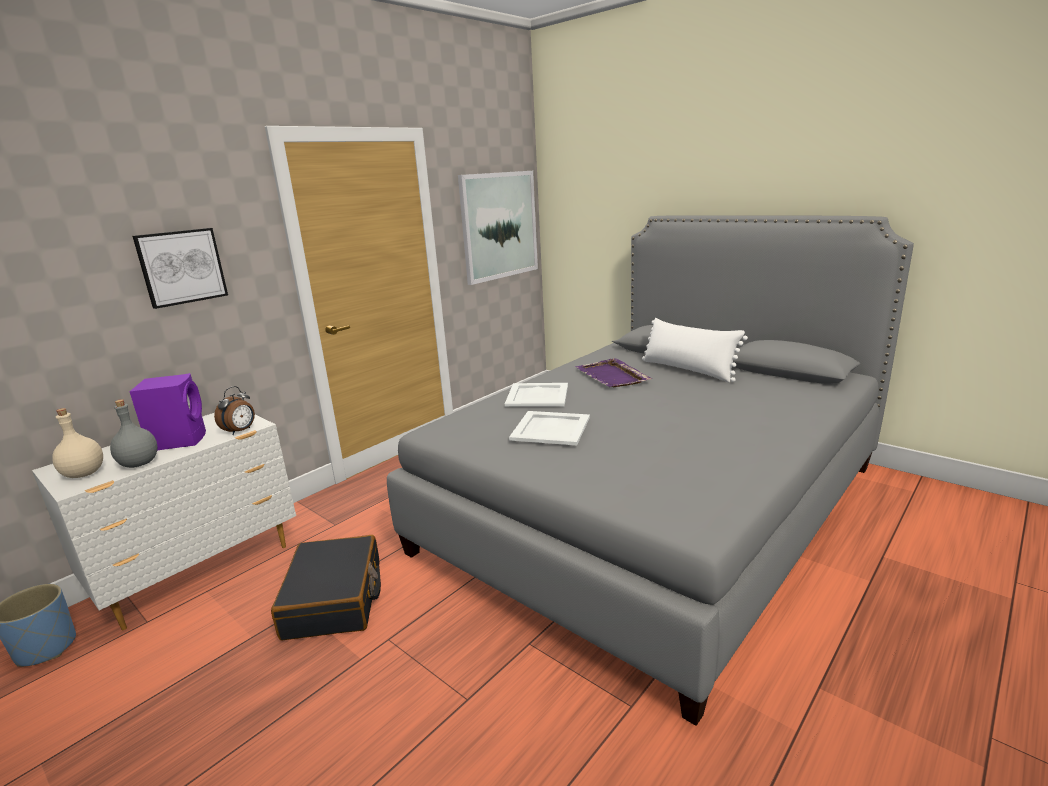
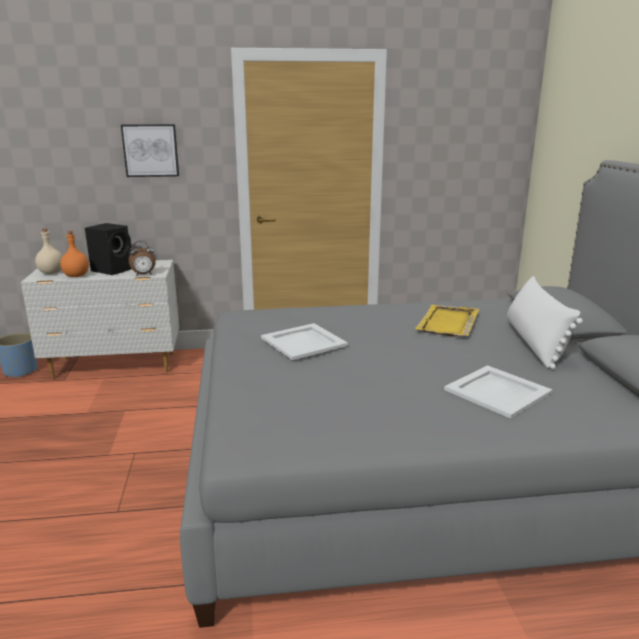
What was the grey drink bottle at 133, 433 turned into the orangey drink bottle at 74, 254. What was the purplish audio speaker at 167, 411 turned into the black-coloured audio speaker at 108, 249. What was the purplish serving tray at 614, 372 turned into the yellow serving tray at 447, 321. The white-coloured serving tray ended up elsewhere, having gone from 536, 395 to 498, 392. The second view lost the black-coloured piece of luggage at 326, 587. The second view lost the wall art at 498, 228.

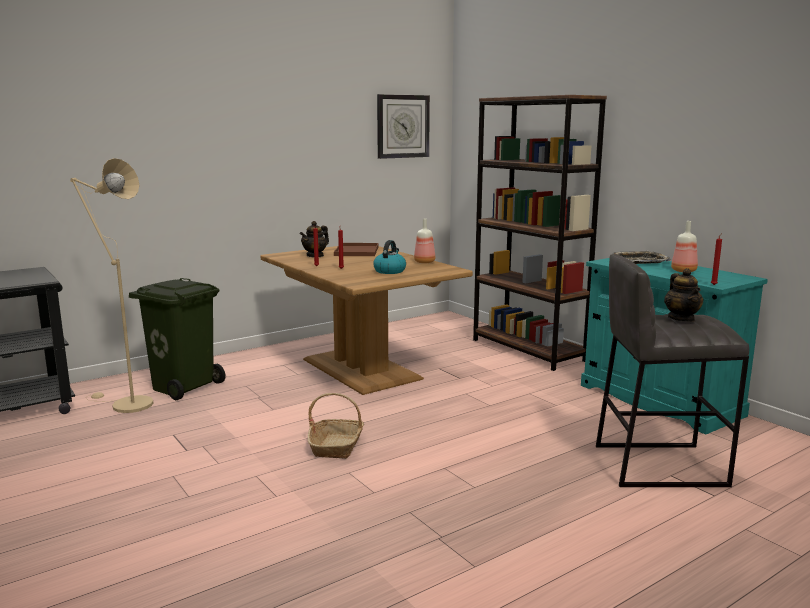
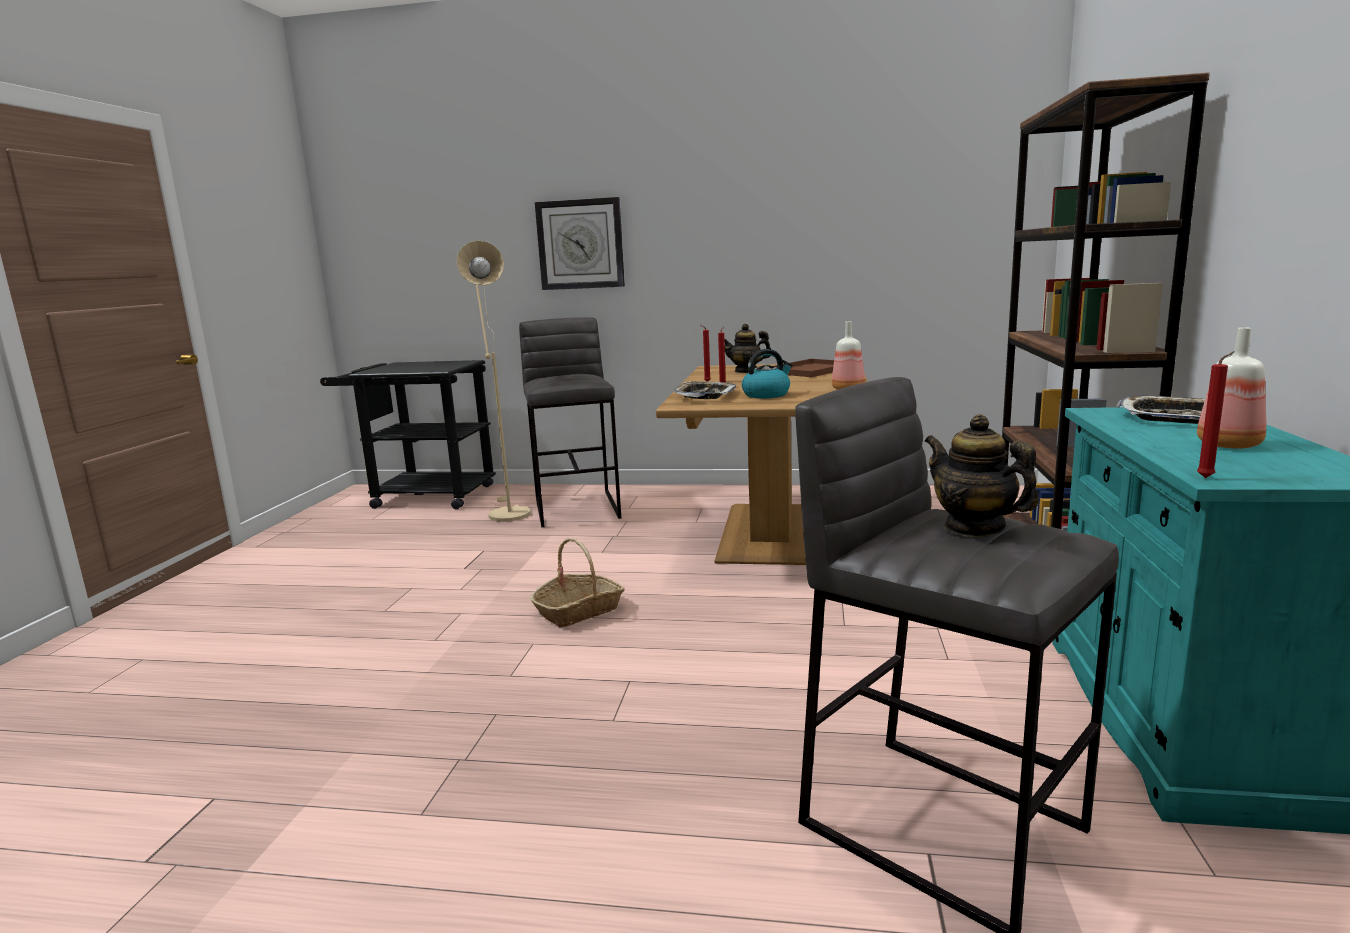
Where the greenish rubbish bin stood at 177, 339, the grey stool seat came to stand at 570, 422. The wall clock ended up elsewhere, having gone from 403, 126 to 580, 243. The second view gained the serving tray at 704, 390. The tea pot at 684, 295 ended up facing another way, 105 degrees clockwise from before.

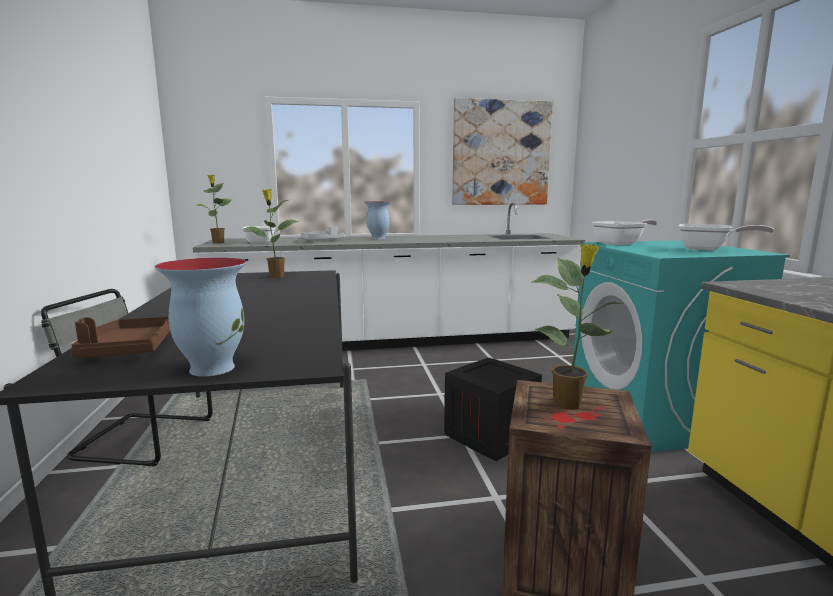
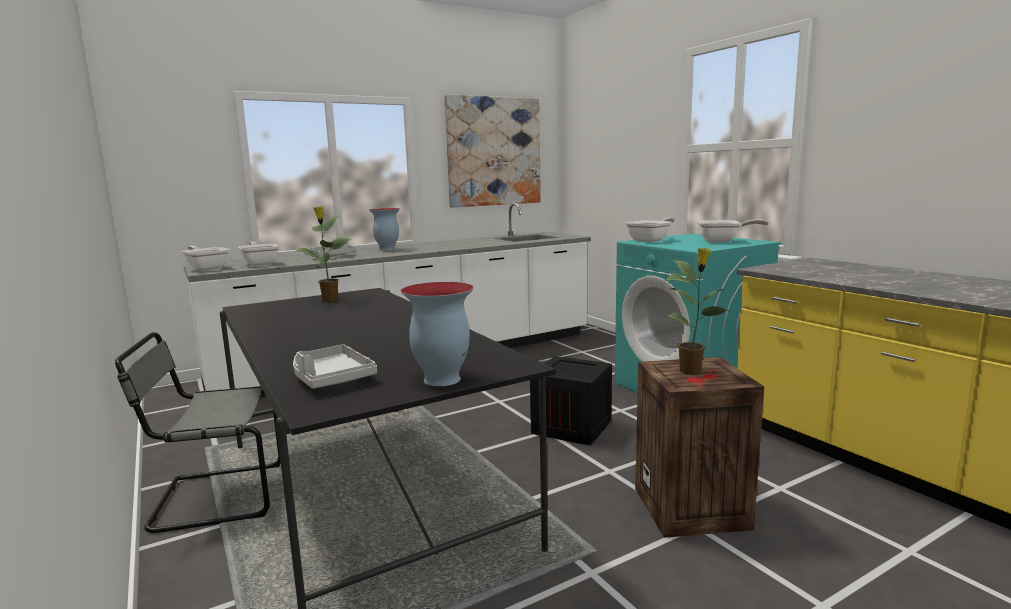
Where the houseplant stood at 213, 209, the skillet came to stand at 206, 258. What was the brown serving tray at 120, 337 turned into the grey serving tray at 335, 366.

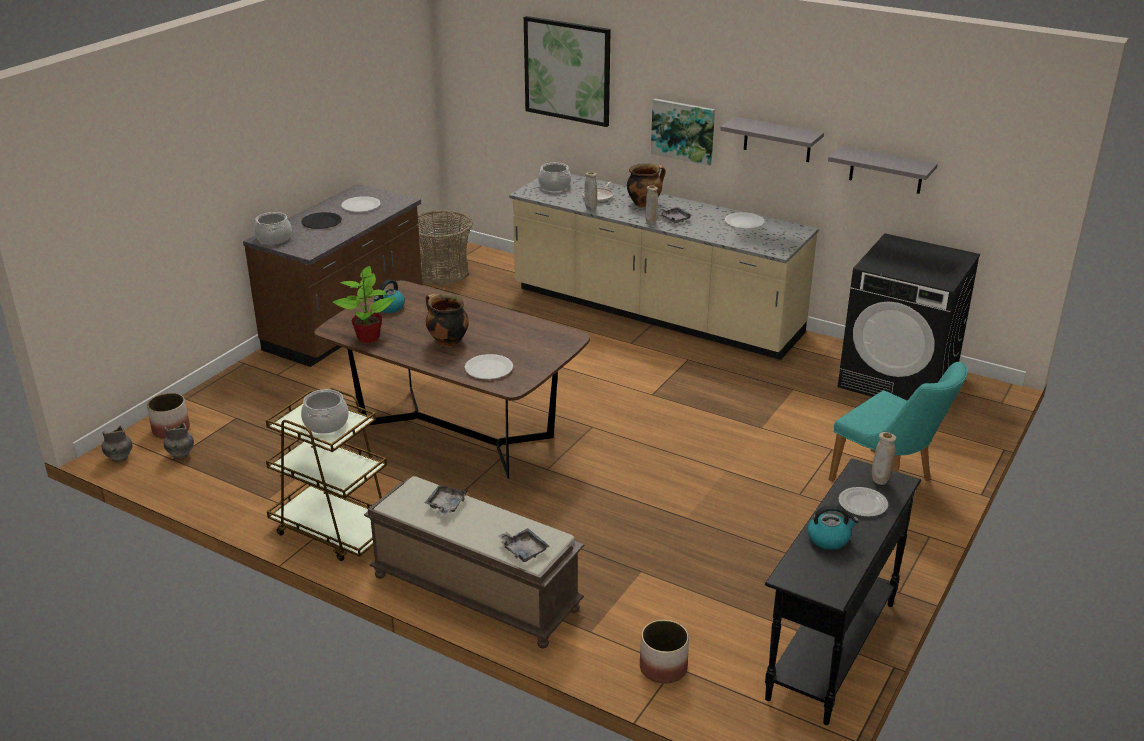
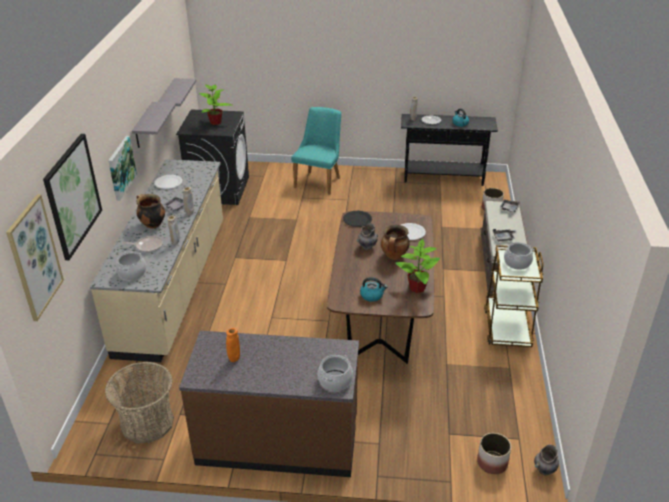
The second view gained the wall art at 35, 257. The second view gained the houseplant at 216, 105. Where the white-coloured plate stood at 361, 204, the orangey decorative vase came to stand at 233, 345. The black-coloured plate ended up elsewhere, having gone from 321, 220 to 357, 219. The grey decorative vase ended up elsewhere, having gone from 179, 440 to 367, 236.

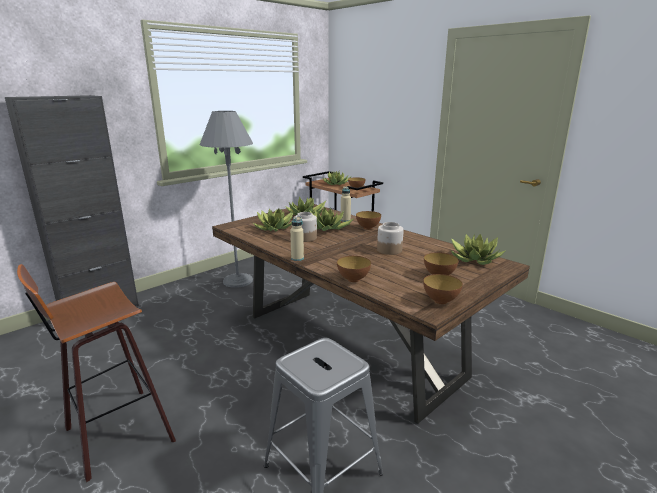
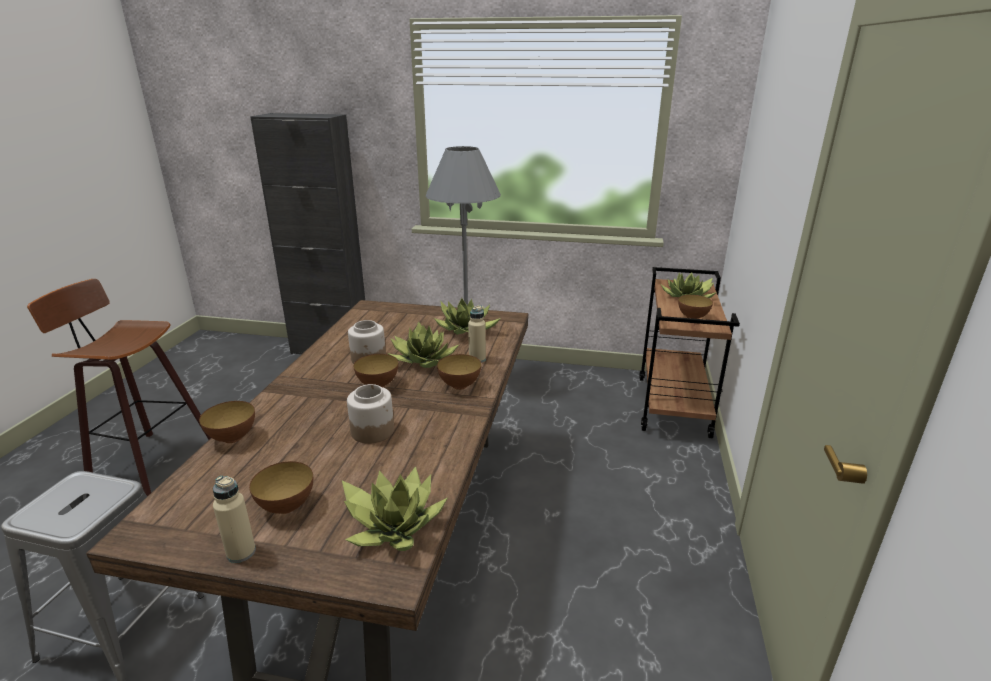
The sand-coloured drink bottle ended up elsewhere, having gone from 297, 239 to 234, 519. The bowl ended up elsewhere, having gone from 443, 289 to 375, 371. The second view lost the houseplant at 273, 219.

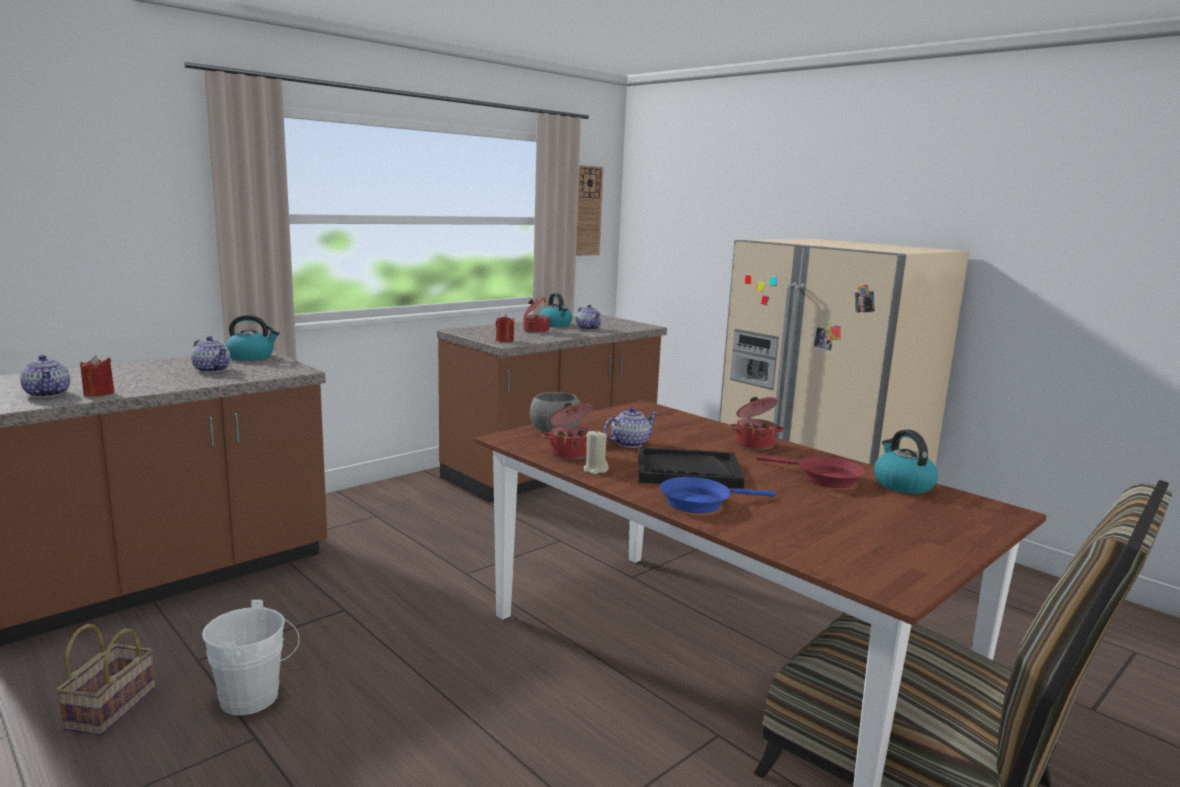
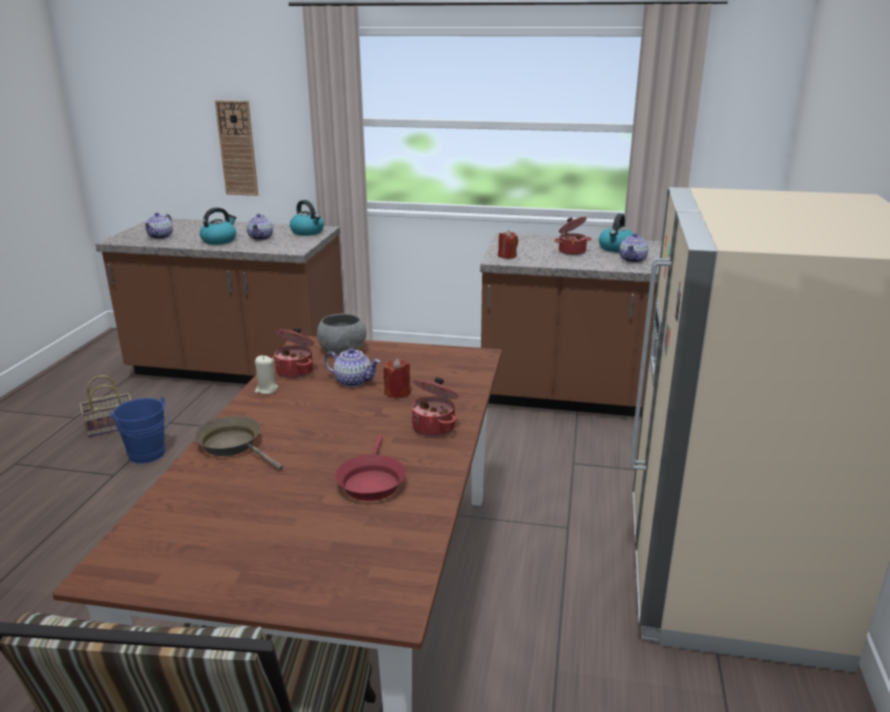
What was the white-coloured pail at 250, 657 turned into the blue pail at 140, 430. What was the blue skillet at 717, 495 turned into the brown skillet at 238, 443. The tea kettle ended up elsewhere, having gone from 906, 462 to 218, 226. The wall clock ended up elsewhere, having gone from 589, 210 to 237, 148. The red-coloured wax candle ended up elsewhere, having gone from 97, 375 to 397, 378. The second view lost the black-coloured serving tray at 691, 468.

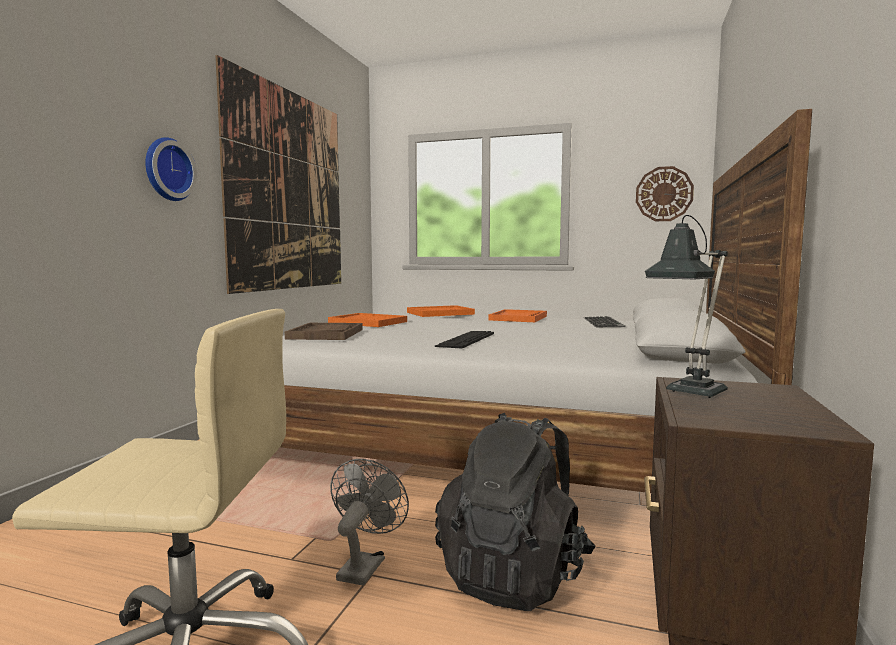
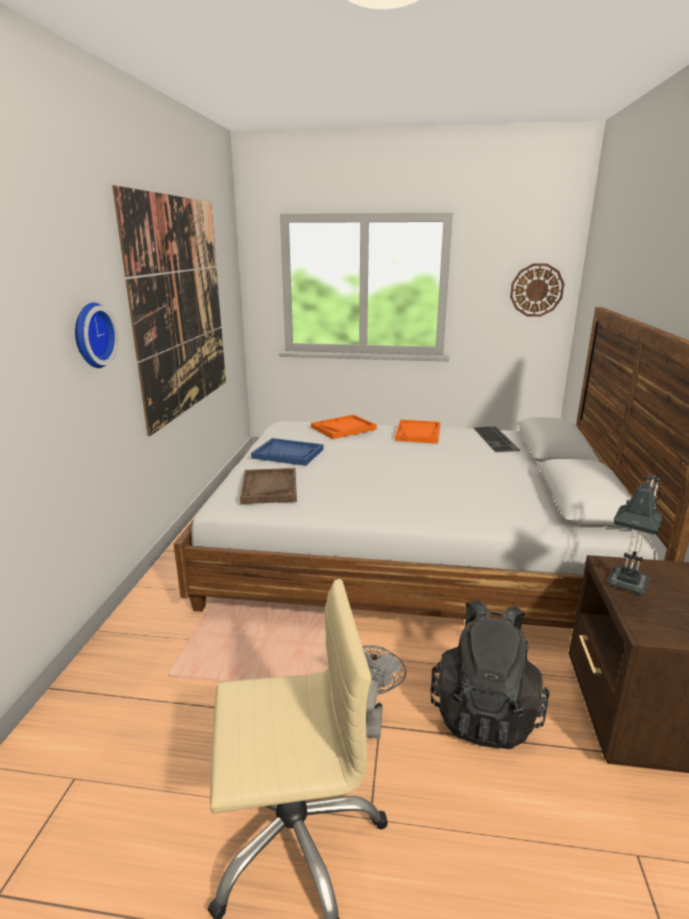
What was the orangey serving tray at 367, 320 turned into the blue serving tray at 287, 452. The second view lost the computer keyboard at 464, 340.

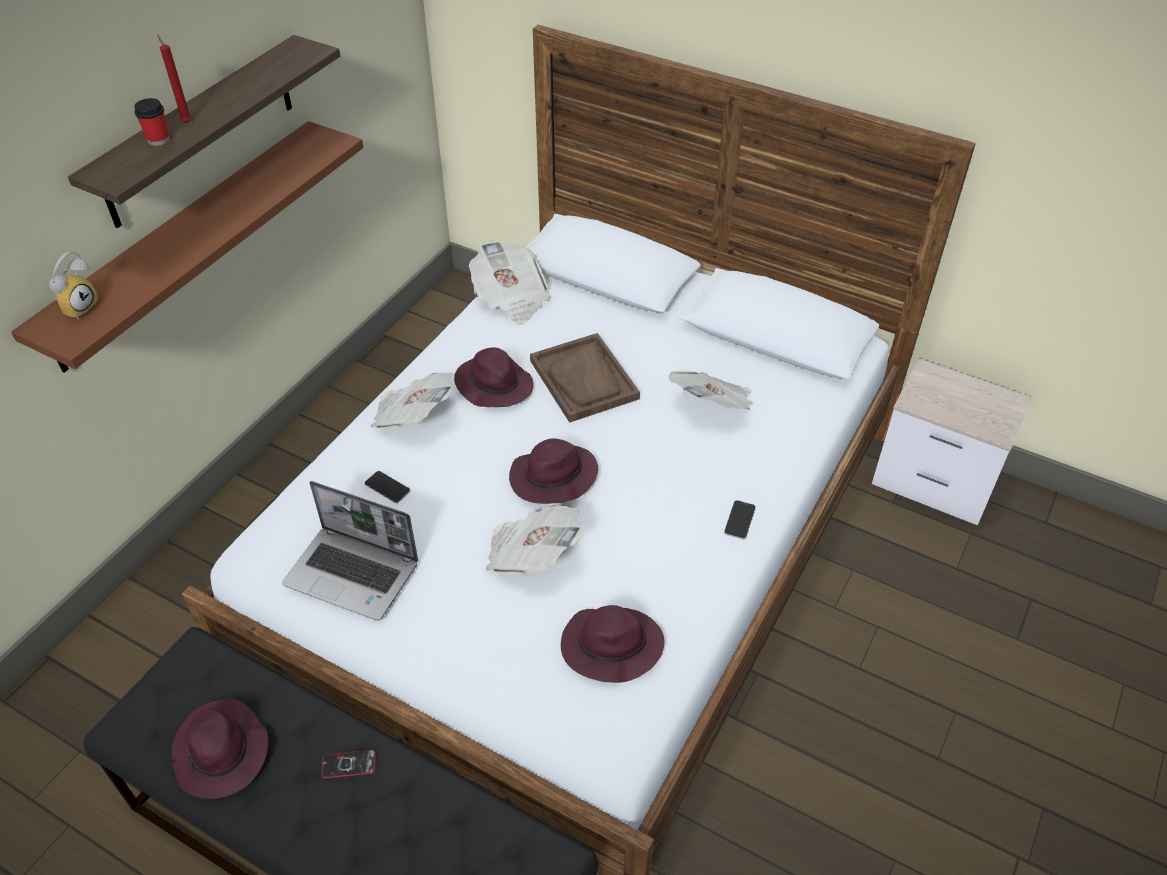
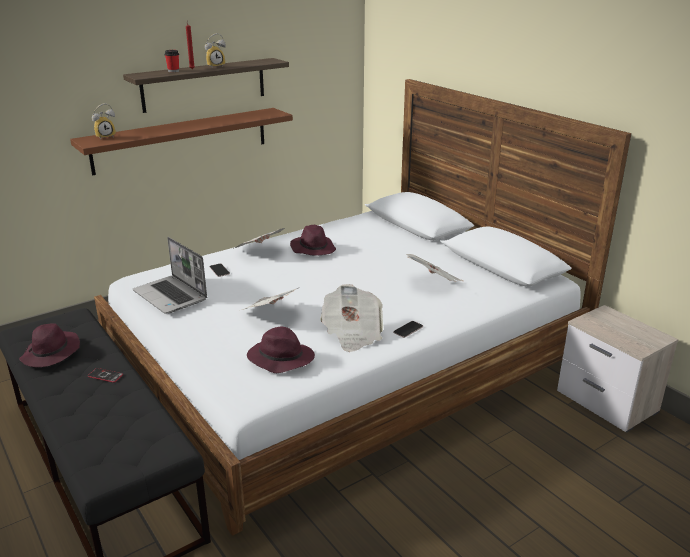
The second view gained the bedside clock at 215, 50. The daily paper ended up elsewhere, having gone from 510, 282 to 351, 318. The second view lost the purplish hat at 553, 471. The second view lost the brown serving tray at 585, 378.

